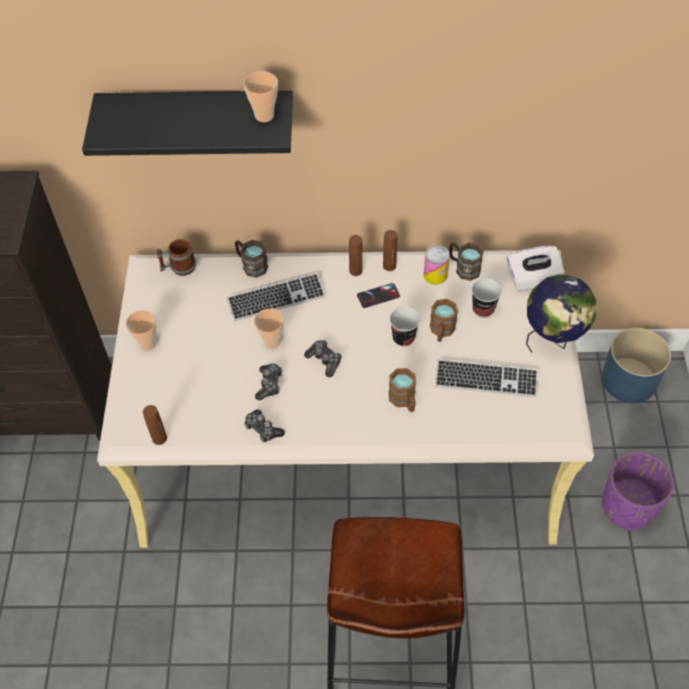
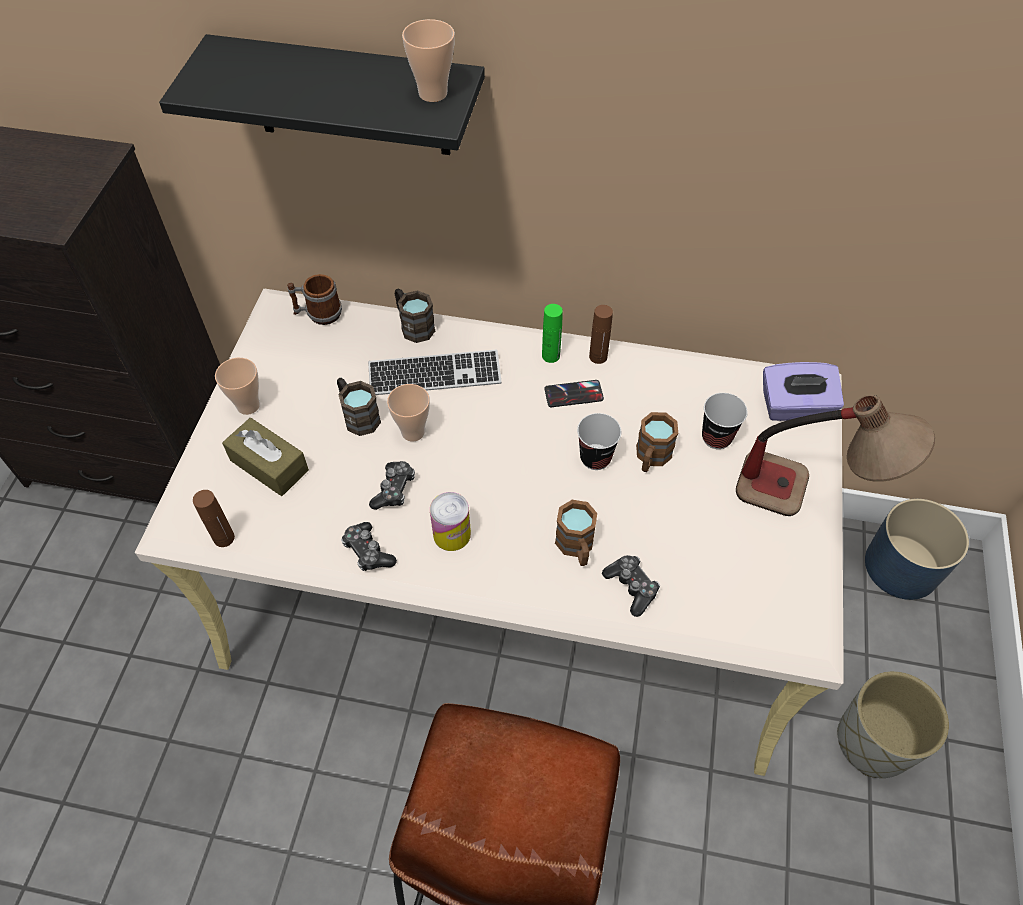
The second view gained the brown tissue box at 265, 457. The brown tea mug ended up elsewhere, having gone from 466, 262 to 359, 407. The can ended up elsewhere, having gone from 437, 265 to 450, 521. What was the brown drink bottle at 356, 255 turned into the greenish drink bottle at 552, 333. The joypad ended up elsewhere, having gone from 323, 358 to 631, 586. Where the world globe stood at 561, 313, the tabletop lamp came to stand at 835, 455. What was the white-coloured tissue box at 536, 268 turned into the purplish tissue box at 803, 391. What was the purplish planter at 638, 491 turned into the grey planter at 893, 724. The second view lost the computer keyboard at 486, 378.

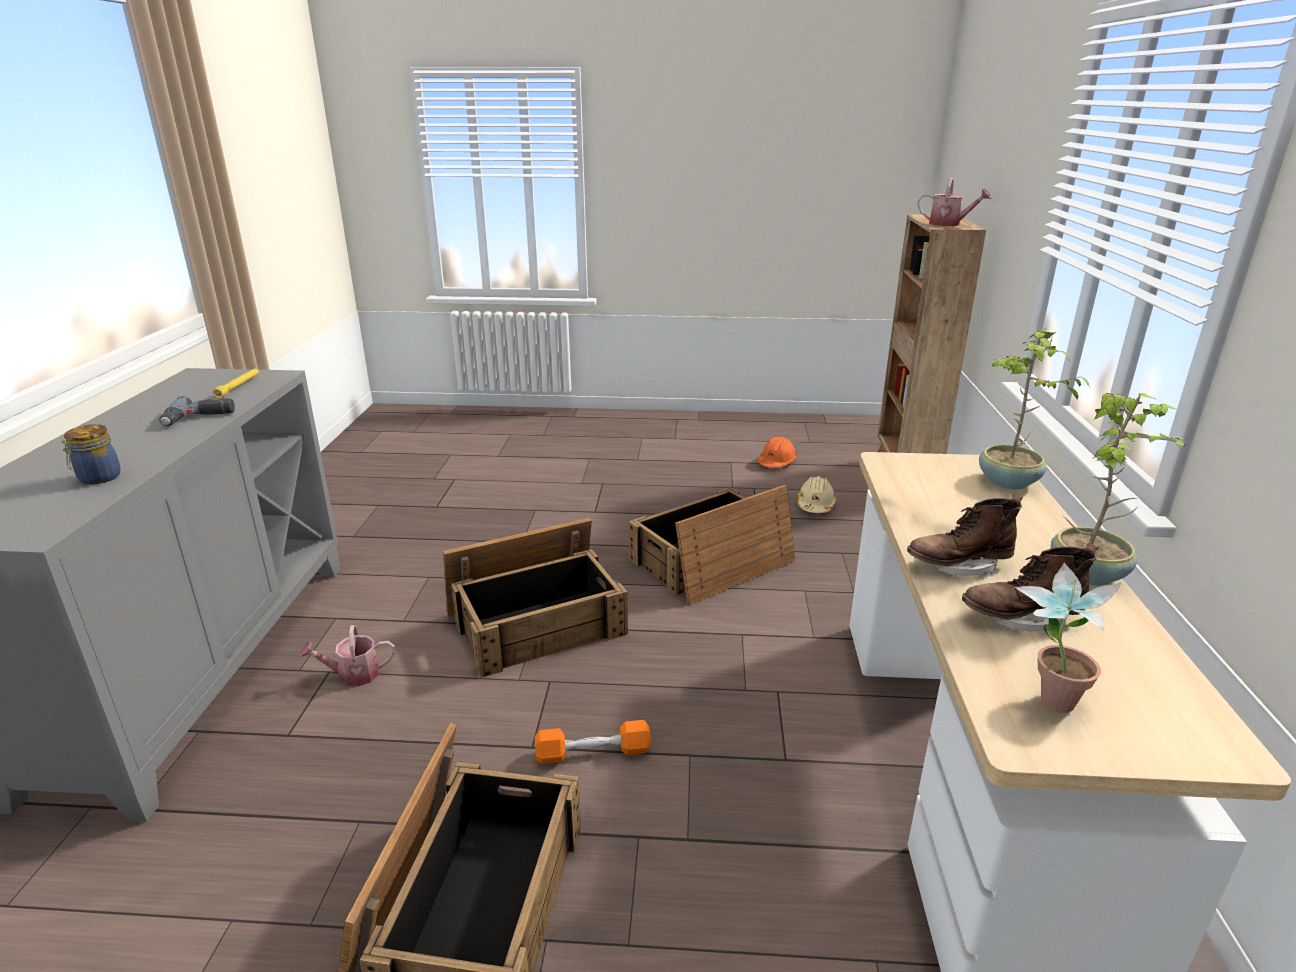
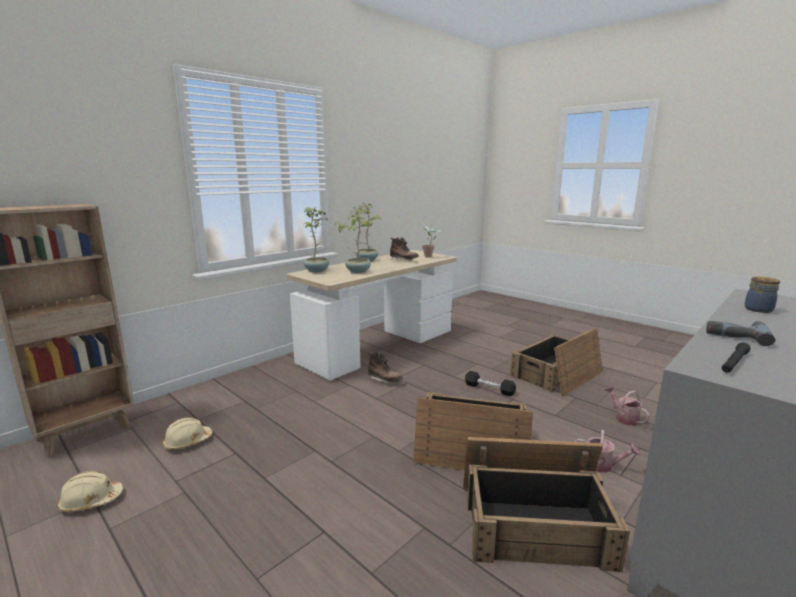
What was the orangey safety helmet at 777, 452 turned into the sand-coloured safety helmet at 90, 491. The second view gained the houseplant at 354, 240. The brown tall boot ended up elsewhere, having gone from 965, 535 to 385, 367. The shipping crate ended up elsewhere, having gone from 712, 544 to 546, 504. What was the orangey hand weight at 593, 742 turned into the black-coloured hand weight at 490, 383. The sprinkling can ended up elsewhere, having gone from 954, 202 to 627, 406. What was the yellow torch at 236, 383 turned into the black-coloured torch at 736, 357.

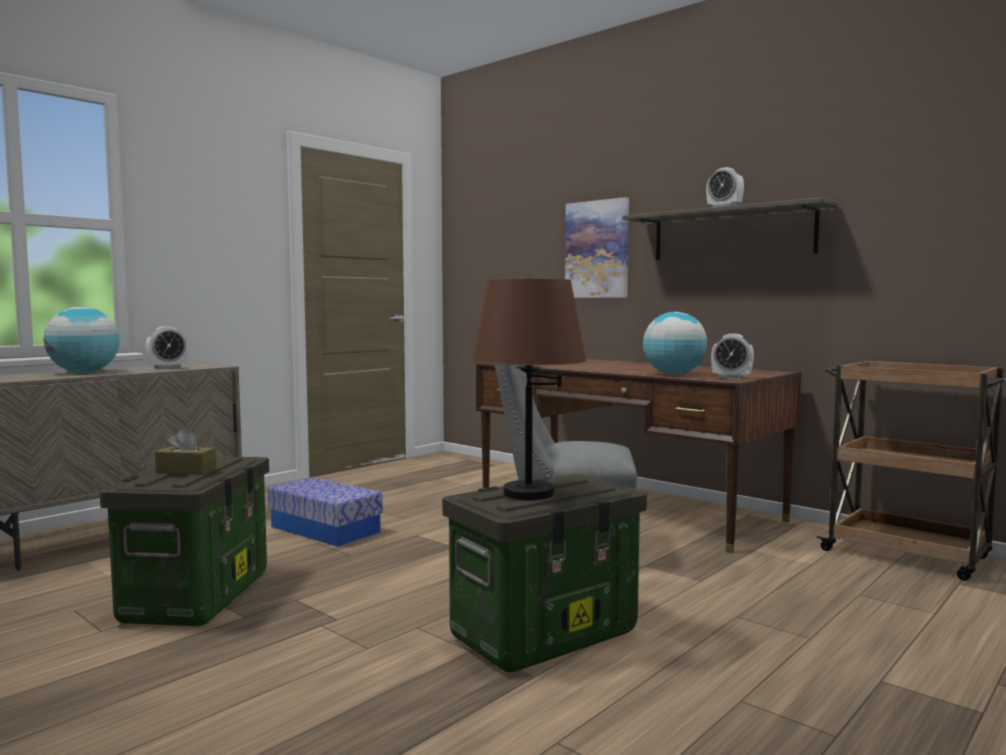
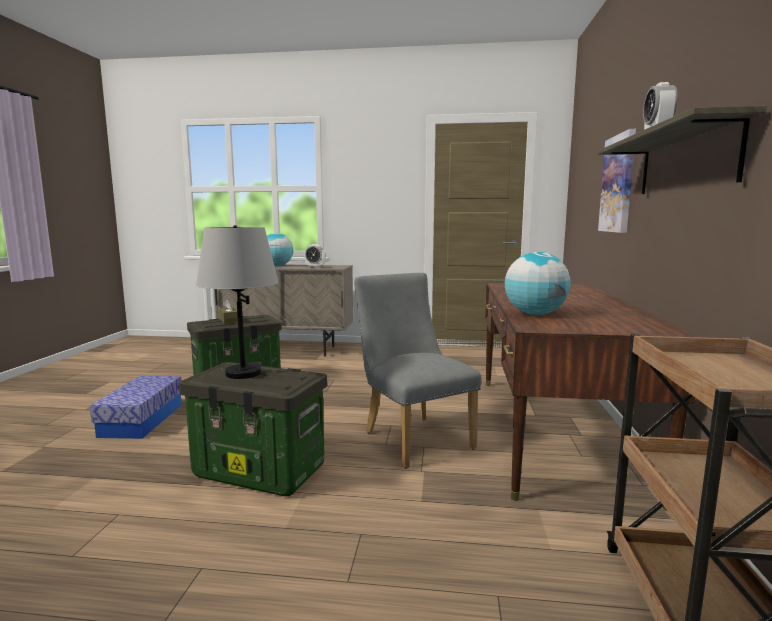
The storage box ended up elsewhere, having gone from 325, 512 to 136, 407. What was the brown tabletop lamp at 529, 388 turned into the grey tabletop lamp at 237, 302. The second view lost the bedside clock at 732, 356.

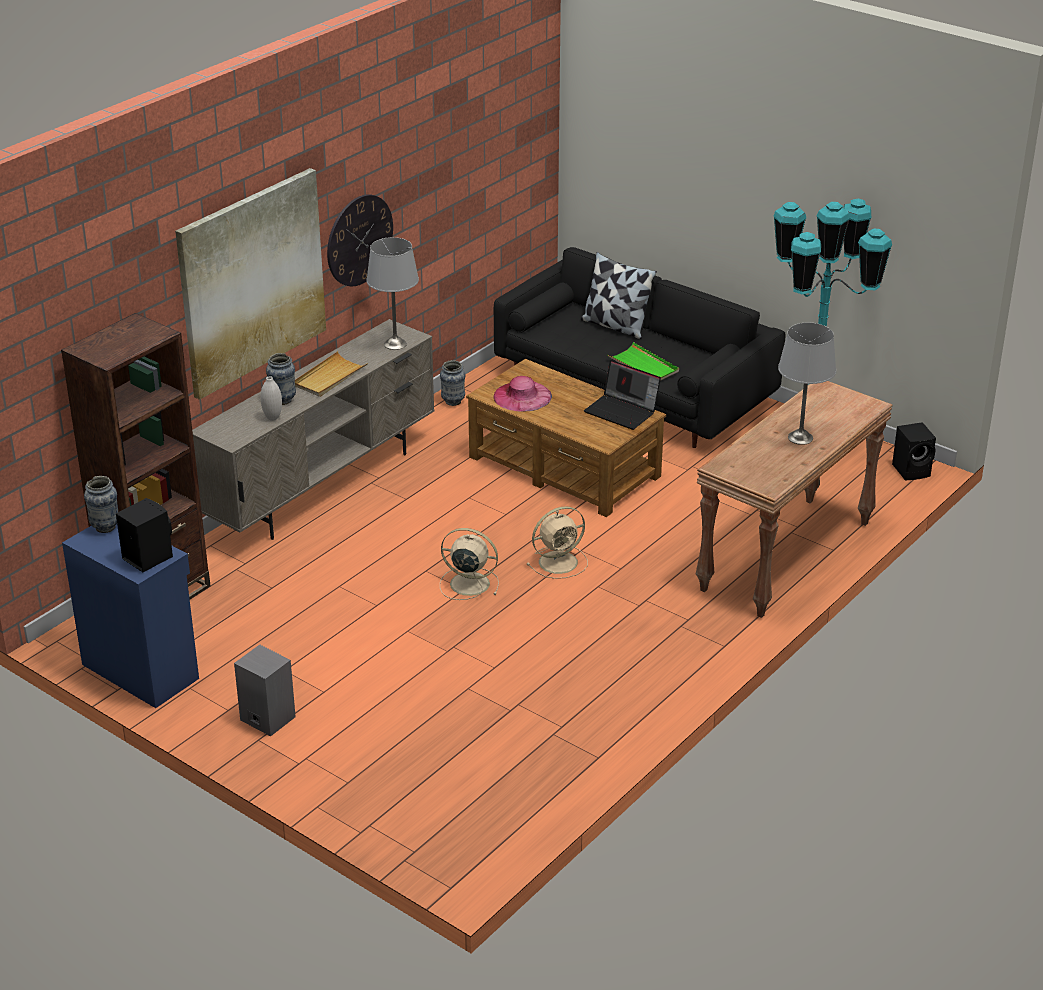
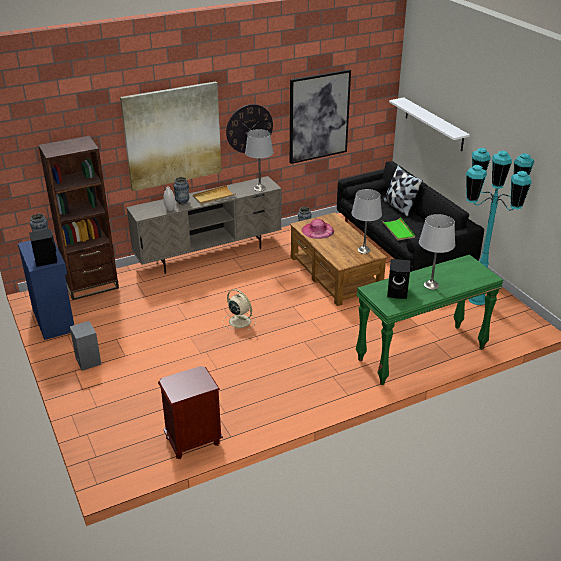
The second view gained the brown night table at 190, 412. The second view gained the wall art at 320, 116. Where the notebook computer stood at 622, 395, the grey tabletop lamp came to stand at 366, 221. What was the brown hall table at 794, 499 turned into the greenish hall table at 430, 320. The black-coloured audio speaker ended up elsewhere, having gone from 914, 451 to 398, 279. The second view gained the white-coloured shelf at 429, 124. The second view lost the sand-coloured cooling fan at 557, 542.

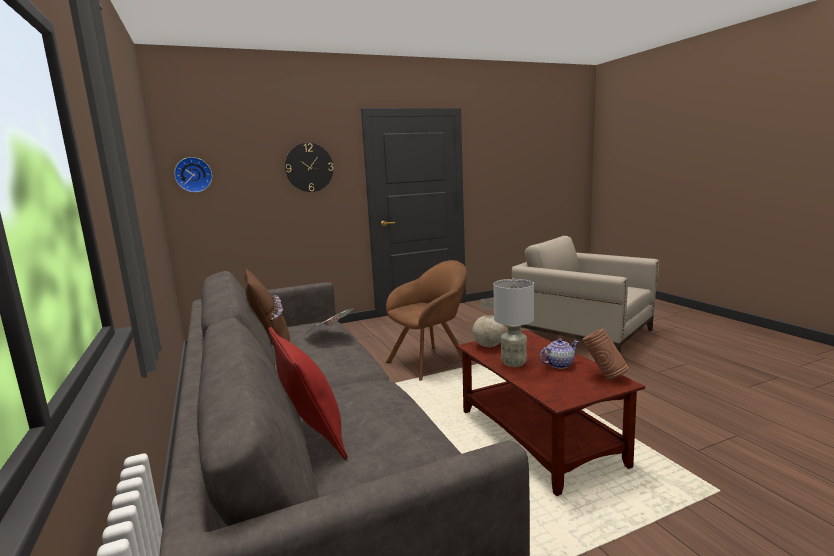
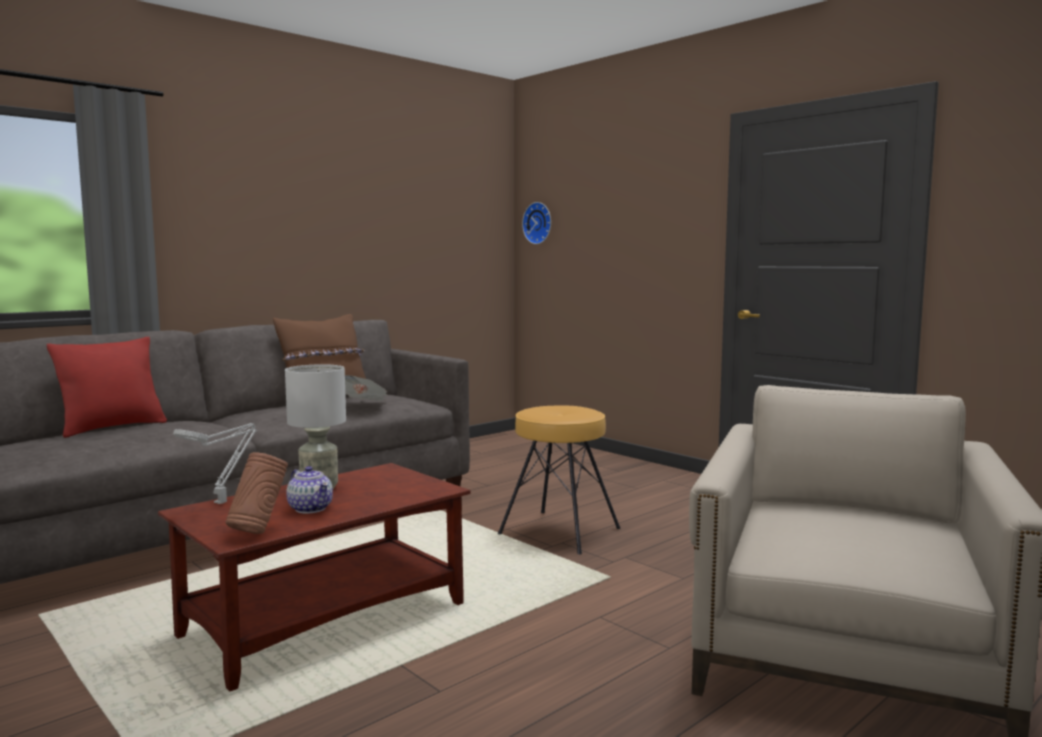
The second view gained the grey tabletop lamp at 215, 463. Where the brown lounge chair stood at 426, 320, the brown stool seat came to stand at 559, 479. The second view lost the wall clock at 309, 167. The second view lost the world globe at 488, 323.

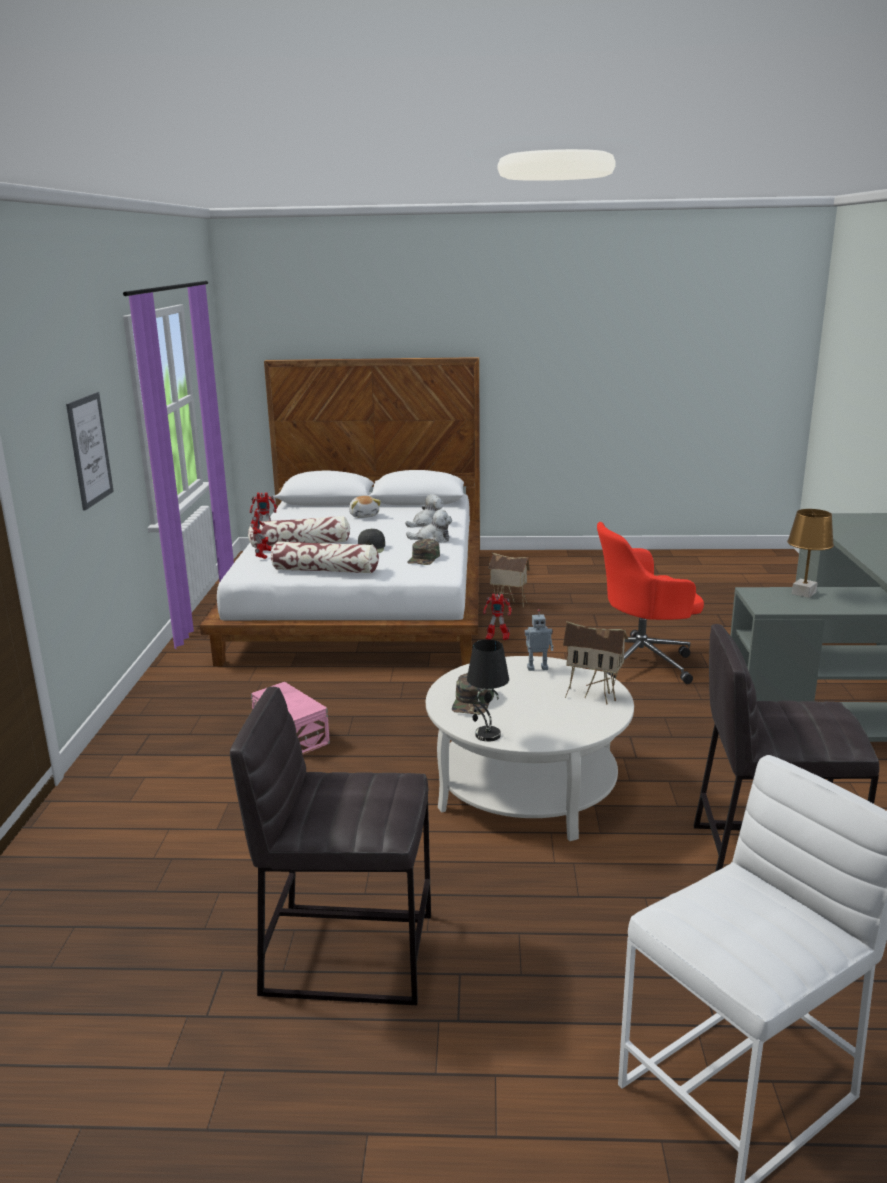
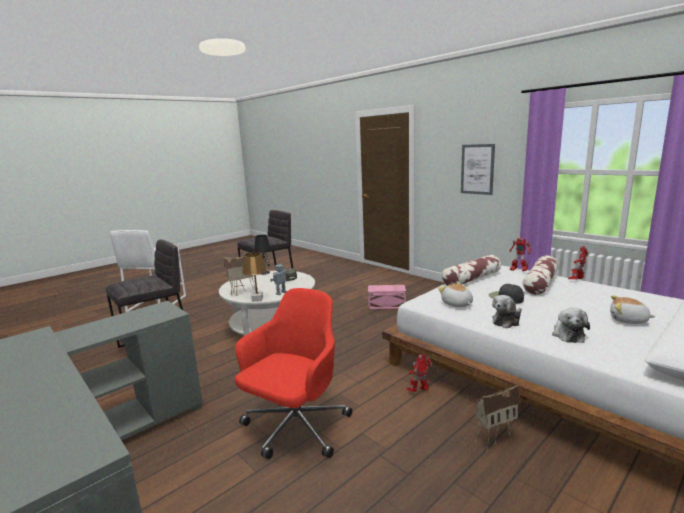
The brown tabletop lamp ended up elsewhere, having gone from 810, 553 to 254, 277. Where the greenish peaked cap stood at 423, 552, the soft toy came to stand at 455, 294.

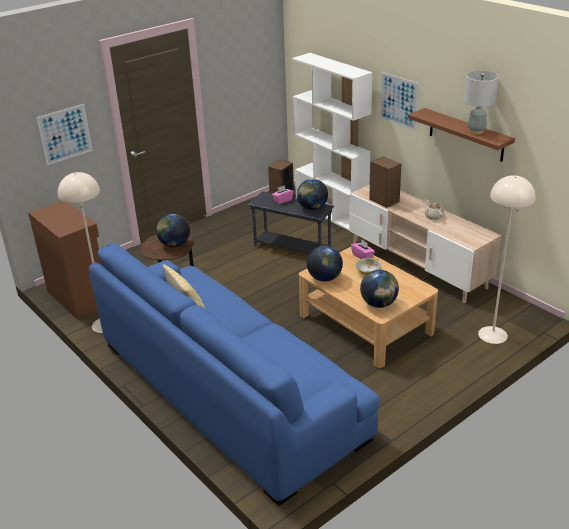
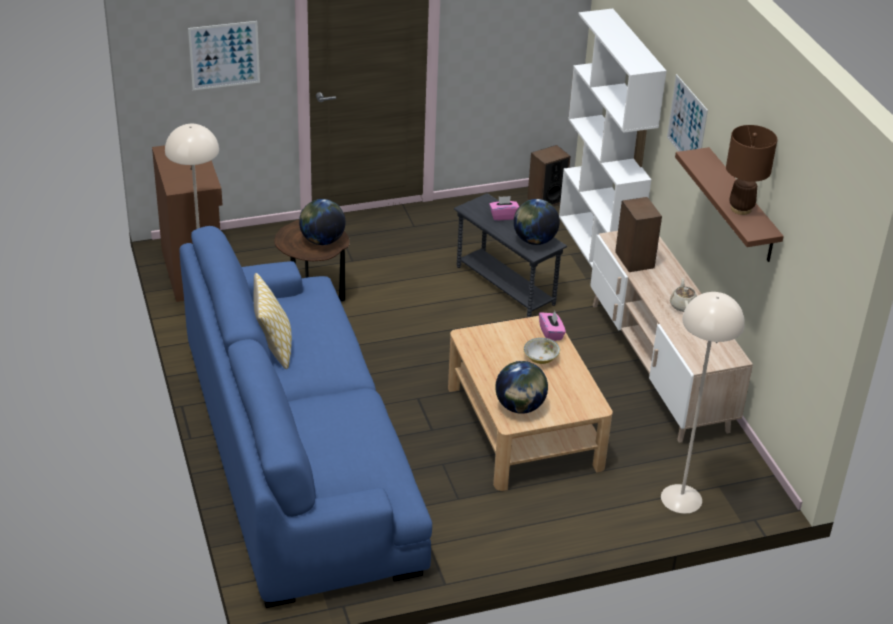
What was the grey tabletop lamp at 481, 102 turned into the brown tabletop lamp at 751, 170. The second view lost the world globe at 325, 264.

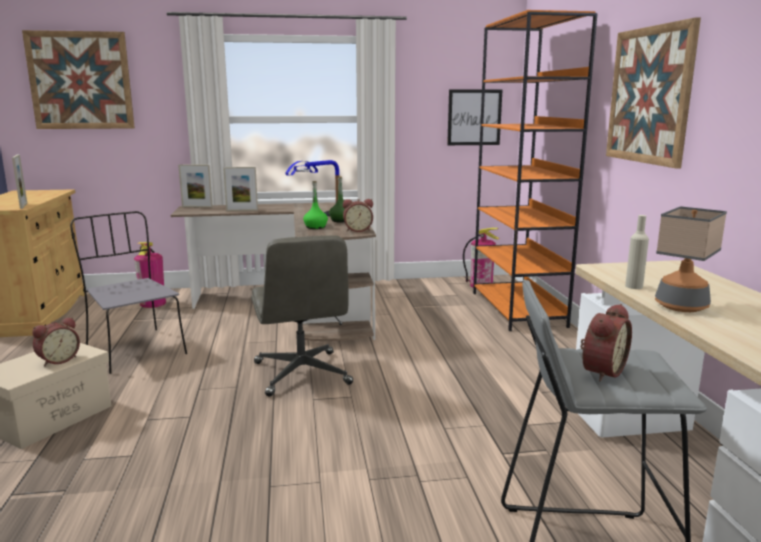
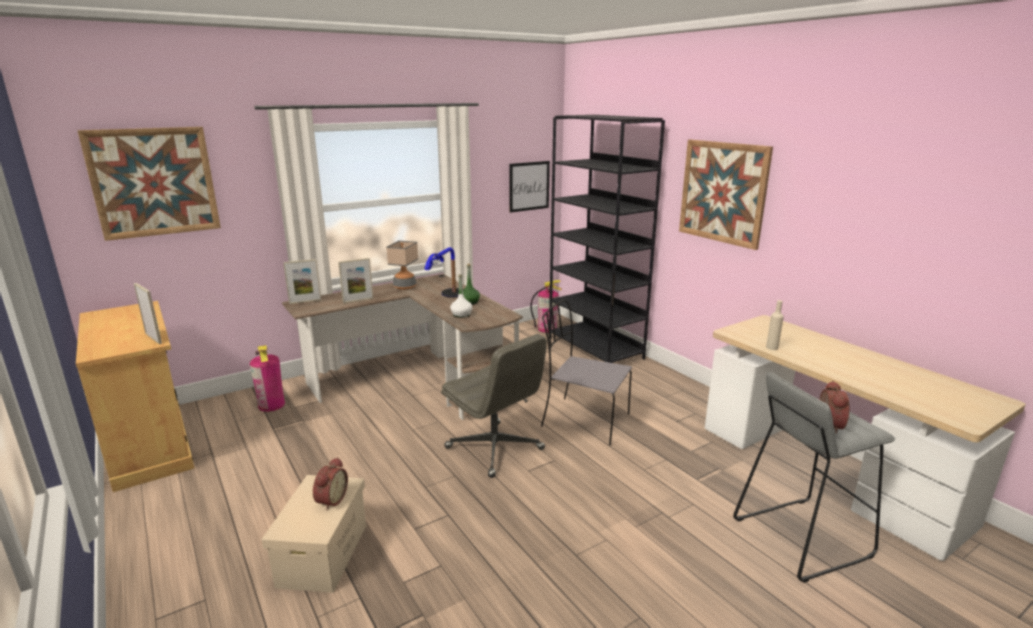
The tabletop lamp ended up elsewhere, having gone from 691, 259 to 402, 265. What was the greenish drink bottle at 315, 205 turned into the white-coloured drink bottle at 461, 296. The grey plain chair ended up elsewhere, having gone from 128, 292 to 586, 372. What was the orangey bookcase at 535, 170 turned into the black-coloured bookcase at 607, 239. The second view lost the bedside clock at 358, 215.

